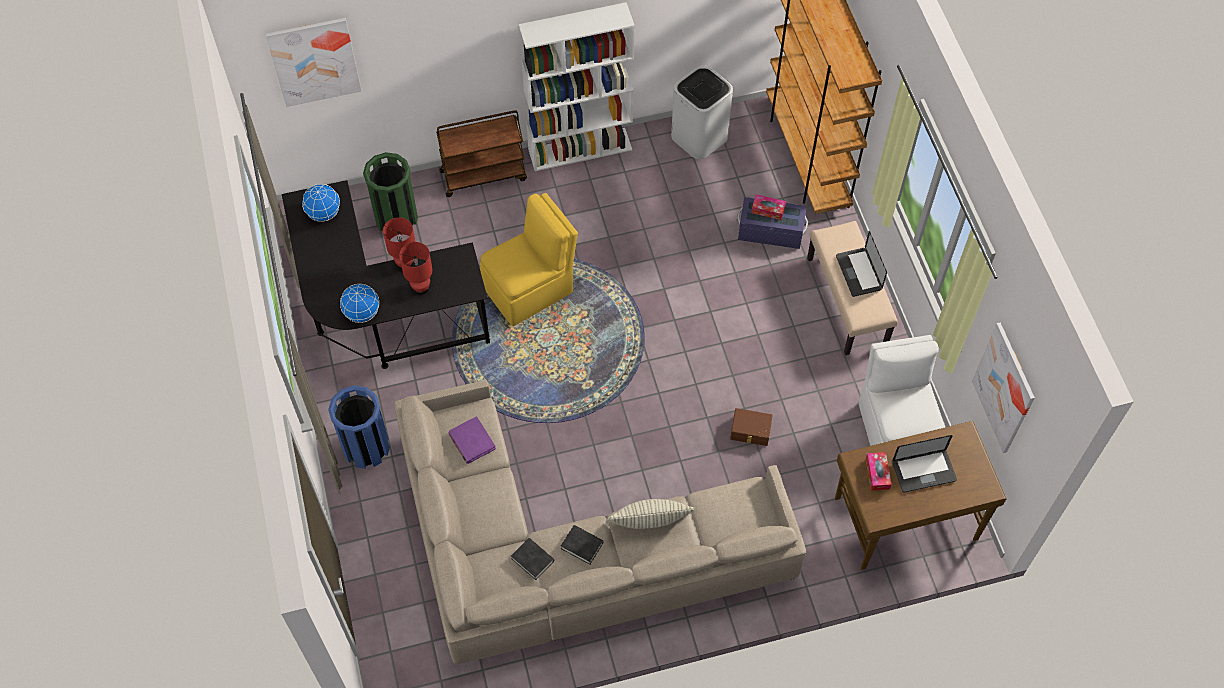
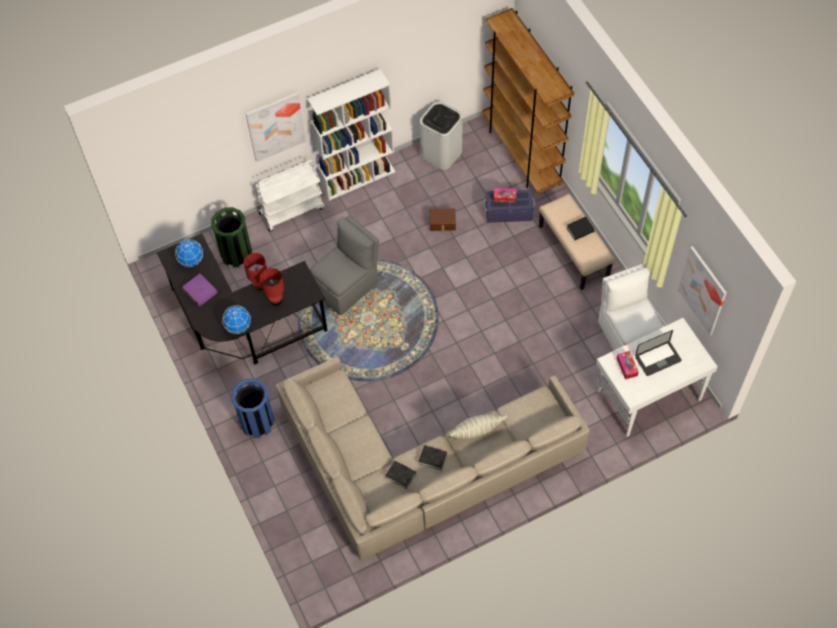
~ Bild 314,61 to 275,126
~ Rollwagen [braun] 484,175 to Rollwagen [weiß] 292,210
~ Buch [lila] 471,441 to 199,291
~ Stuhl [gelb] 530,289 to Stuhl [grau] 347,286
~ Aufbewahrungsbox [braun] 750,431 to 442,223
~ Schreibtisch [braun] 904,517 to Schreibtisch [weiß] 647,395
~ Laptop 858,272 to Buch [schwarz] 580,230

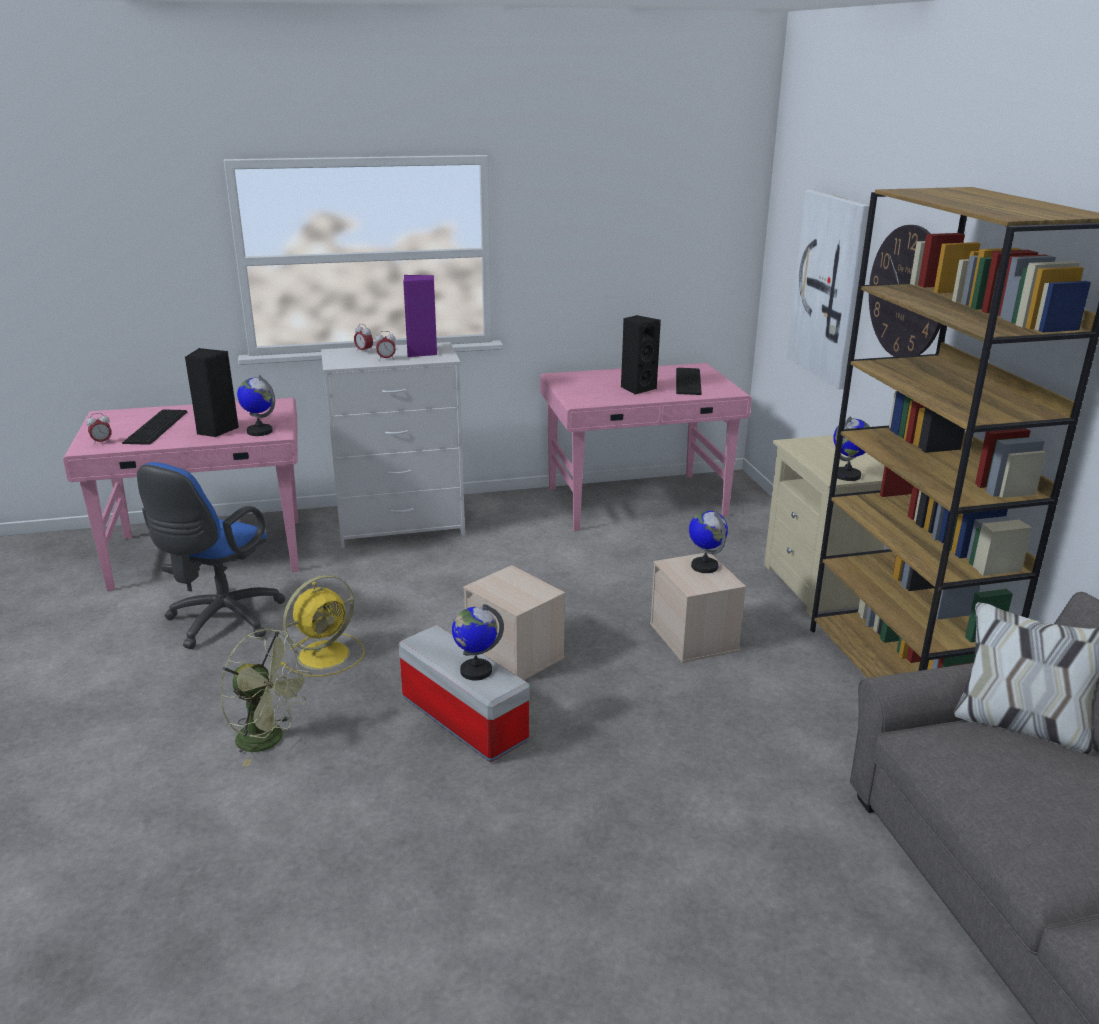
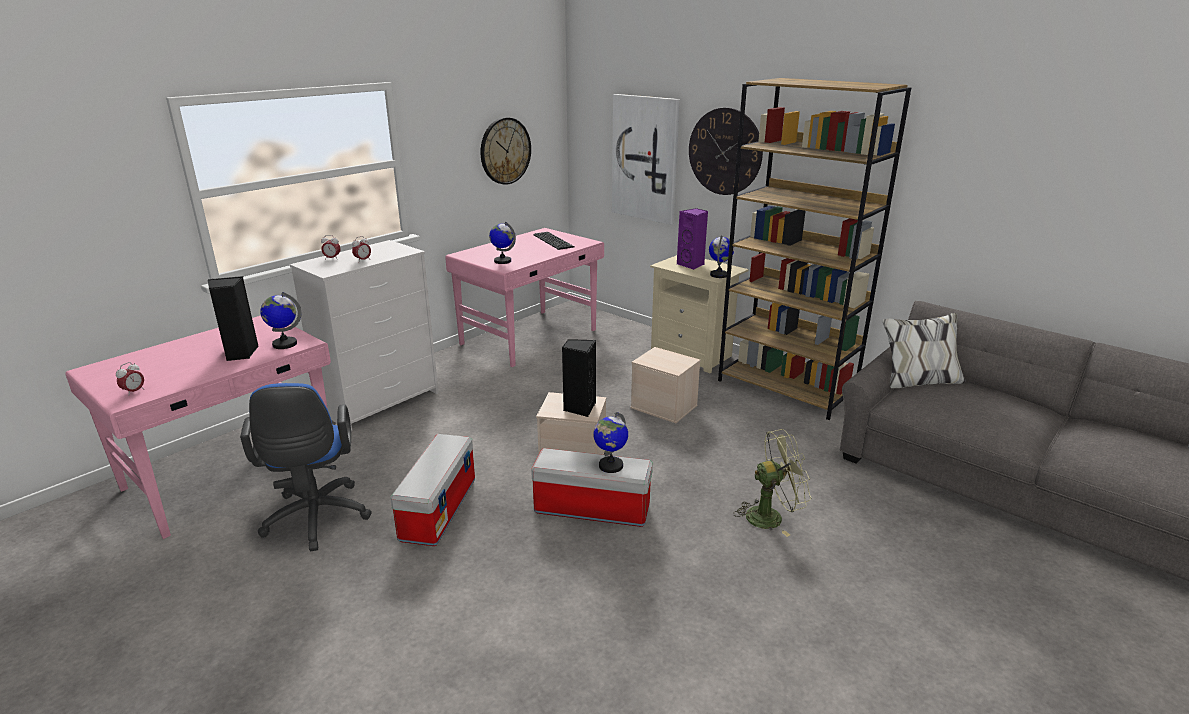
- Tastatur 158,427
~ Ventilator [grün] 269,740 to 771,516
~ Ventilator [gelb] 326,654 to Aufbewahrungsbox 438,508
~ Lautsprecher [lila] 422,352 to 691,265
~ Lautsprecher [schwarz] 637,388 to 579,408
~ Globus 704,566 to 502,261
+ Wanduhr 505,151

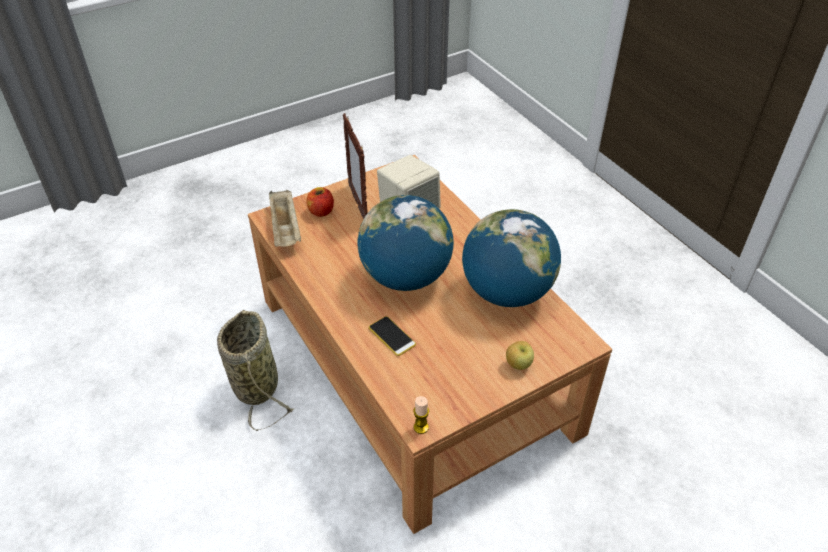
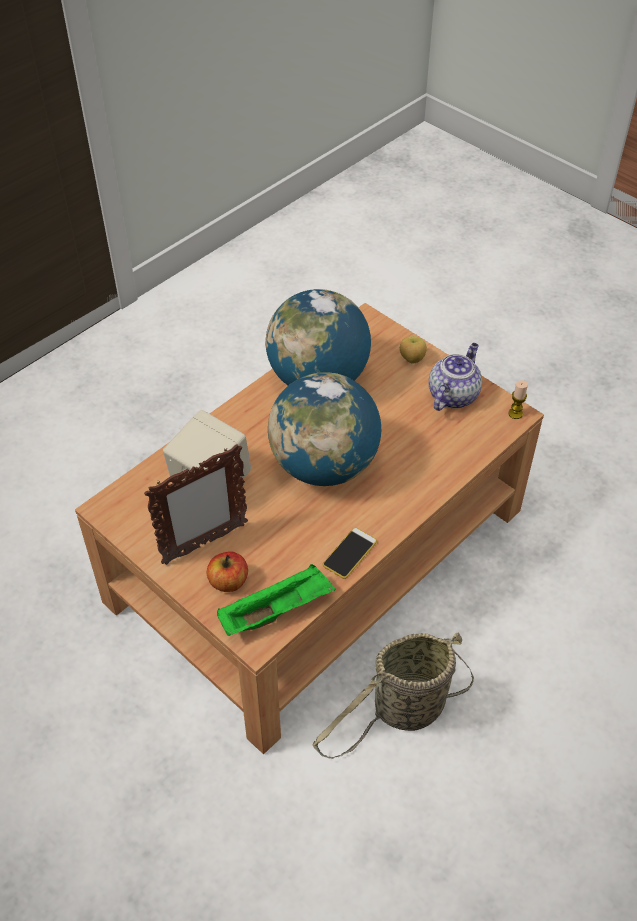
~ Tablett [beige] 286,229 to Tablett [grün] 277,610
~ Handy 392,336 to 349,553
+ Teekanne 453,395

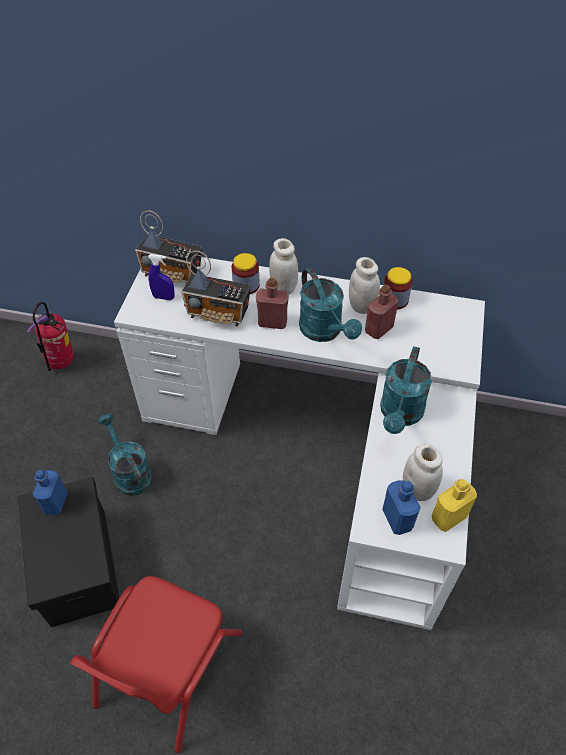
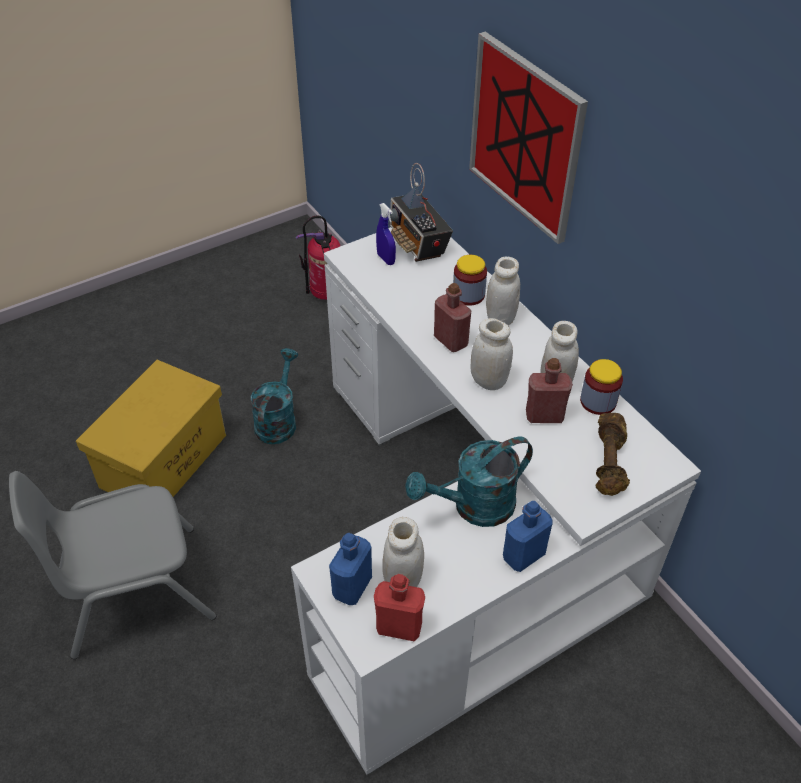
~ Aufbewahrungsbox [schwarz] 78,565 to Aufbewahrungsbox [gelb] 164,459
~ Flasche [blau] 56,502 to 523,555
~ Stuhl [rot] 167,668 to Stuhl [grau] 135,591
- Radio 219,313
~ Gießkanne [türkis] 325,331 to Vorratsglas [weiß] 488,381
~ Flasche [gelb] 448,517 to Flasche [rot] 399,627
+ Bild 525,137
+ Hantel [braun] 610,463

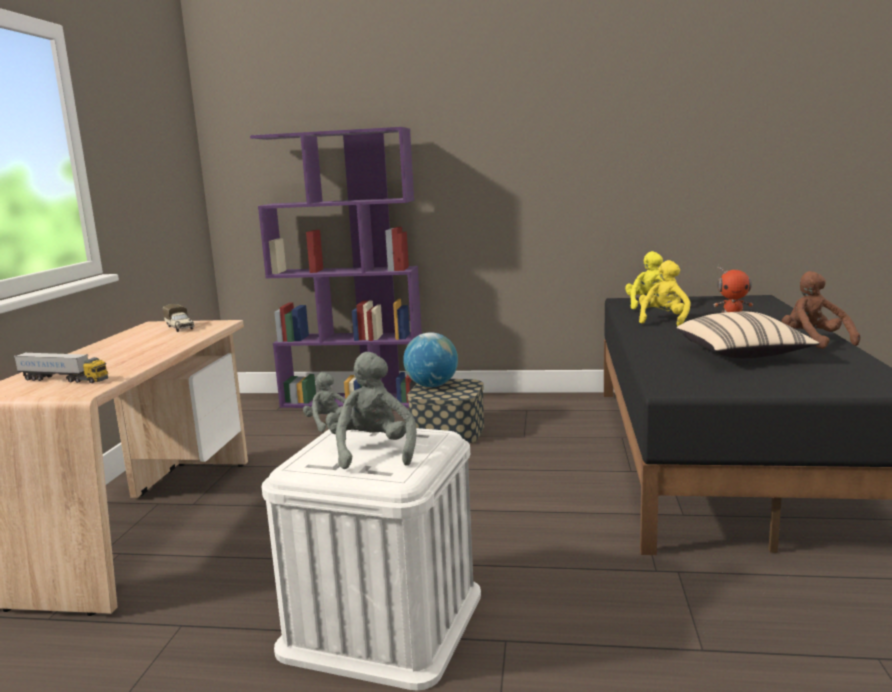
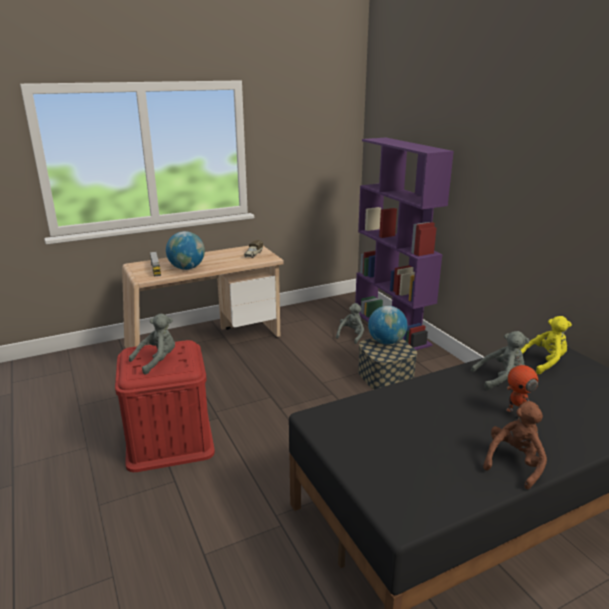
~ Aufbewahrungsbox [weiß] 383,621 to Aufbewahrungsbox [rot] 169,439
~ Plüschtier [gelb] 664,320 to Plüschtier [grau] 500,379
- Kissen [beige] 741,355
+ Globus 187,268

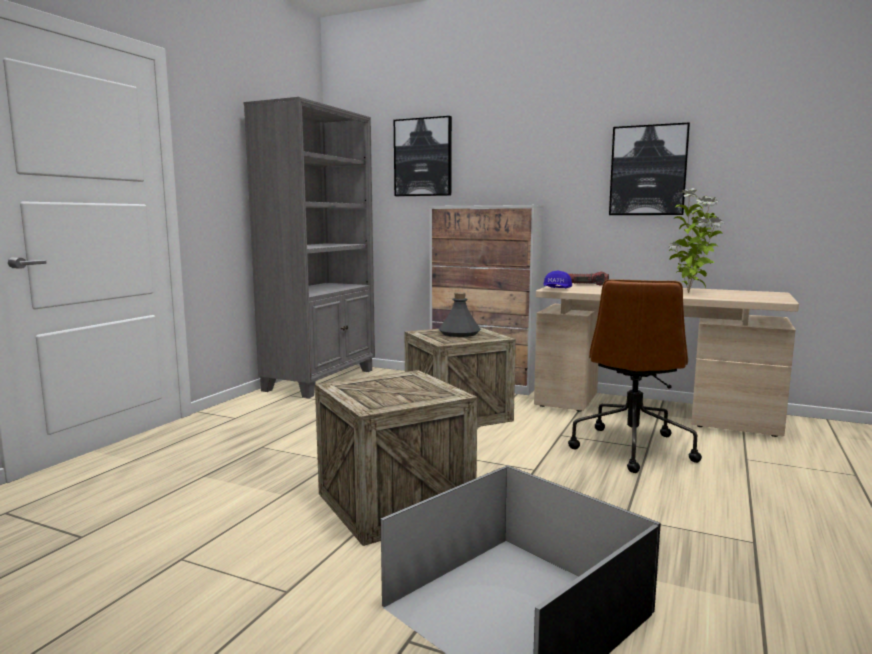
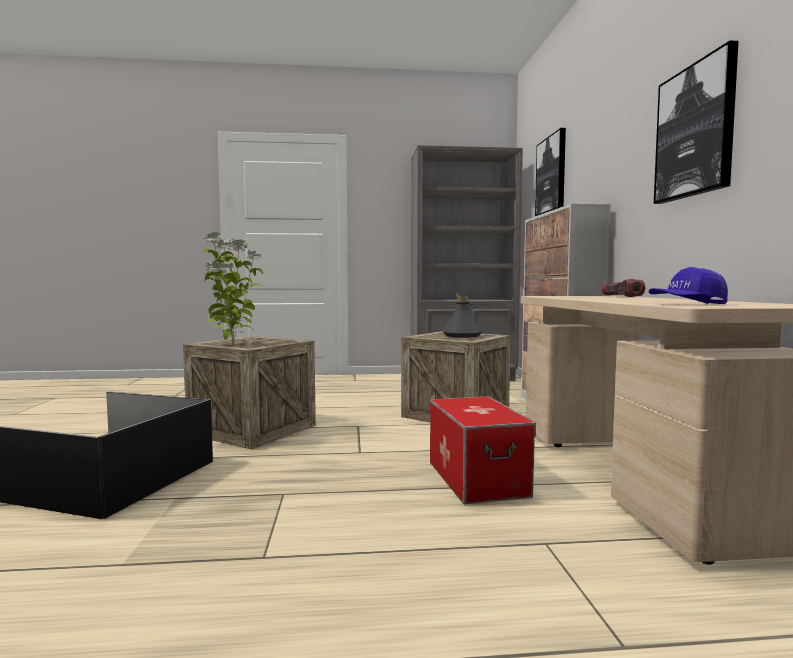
~ Kappe [blau] 556,290 to 687,304
~ Bürostuhl [braun] 631,448 to Aufbewahrungsbox 476,479
~ Topfpflanze 690,293 to 232,344

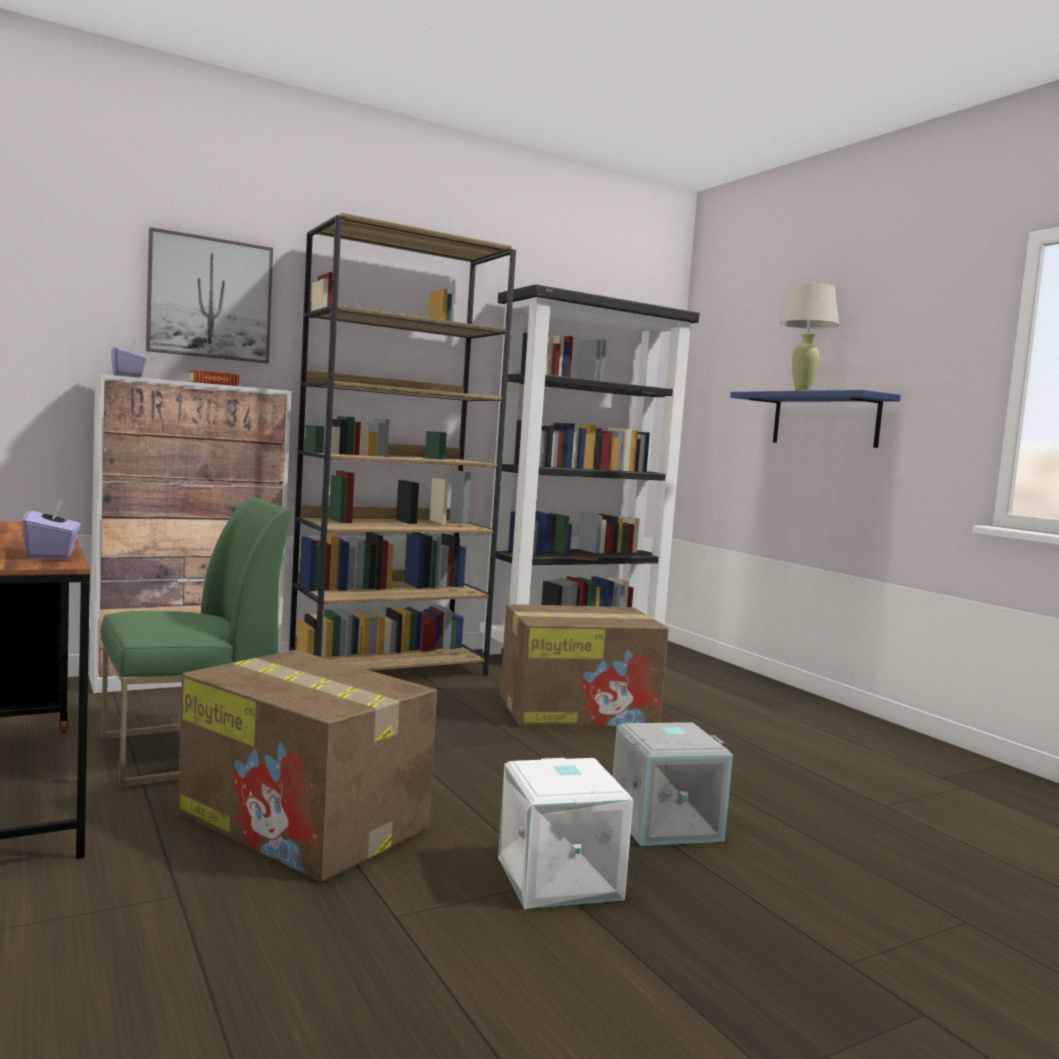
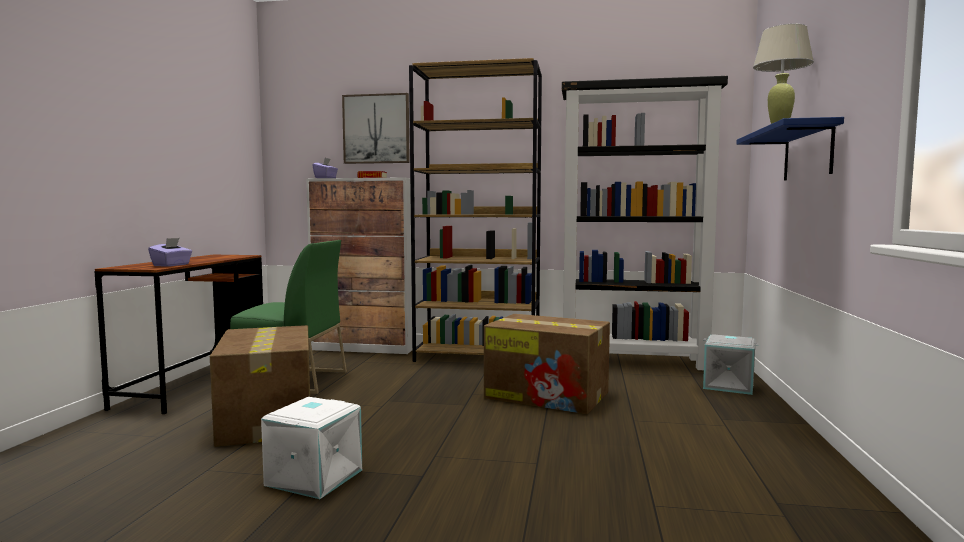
~ Aufbewahrungsbox [grau] 665,822 to 729,385

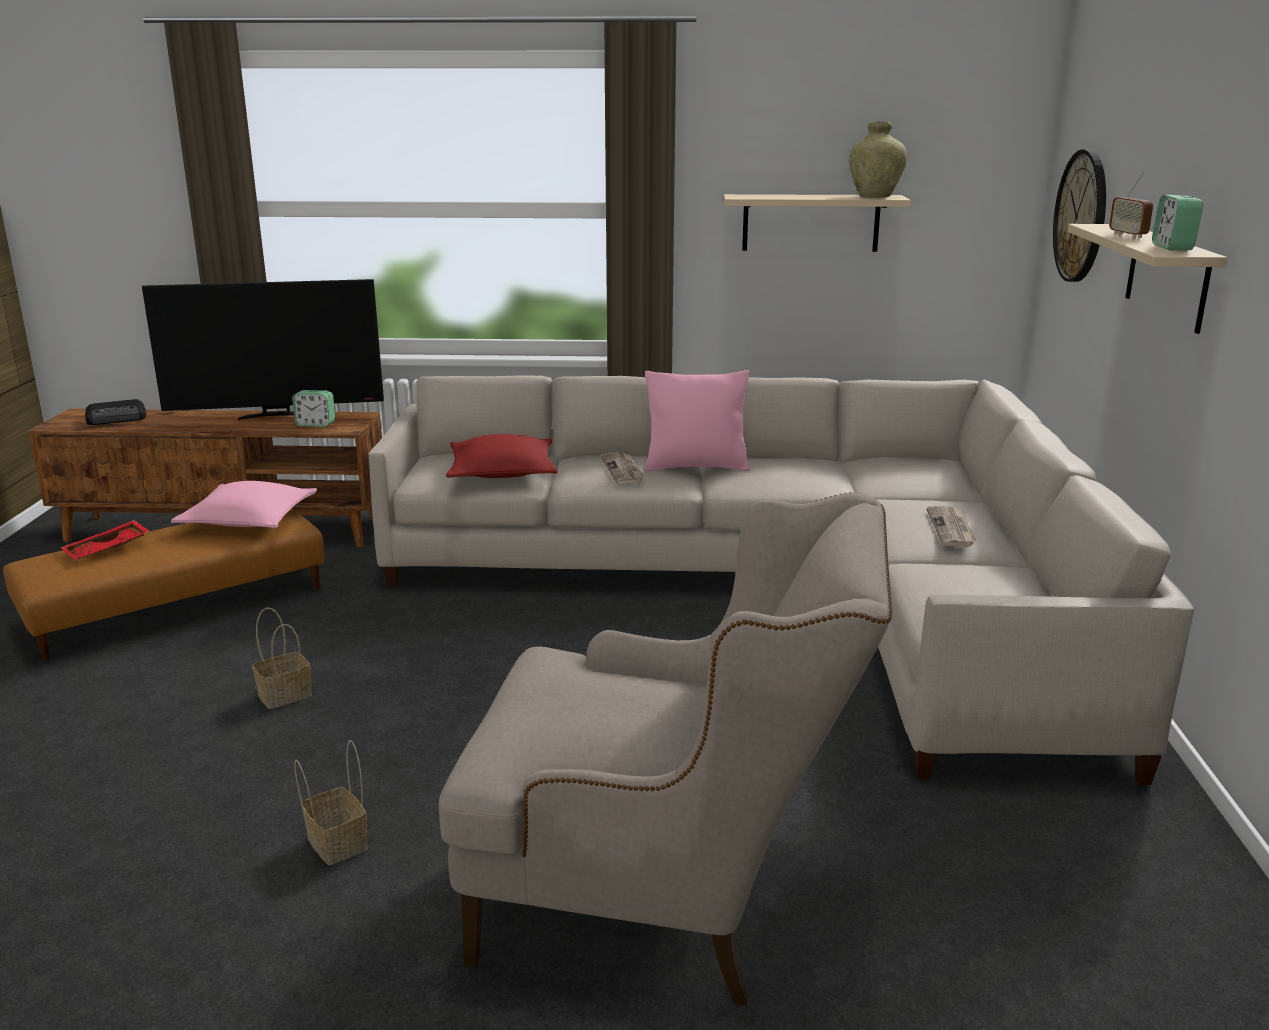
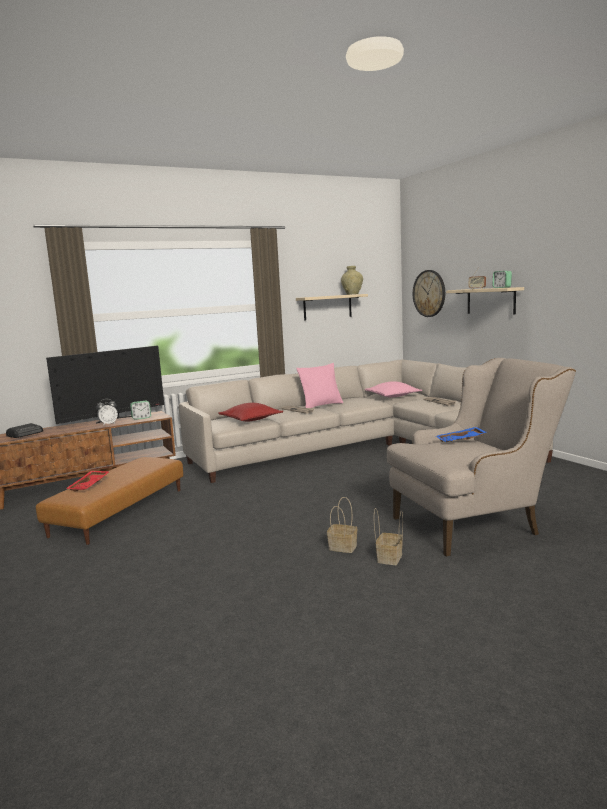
~ Kissen [rosa] 248,520 to 392,396
~ Korb 286,694 to 389,557
+ Wecker 108,424
+ Tablett [blau] 461,441

